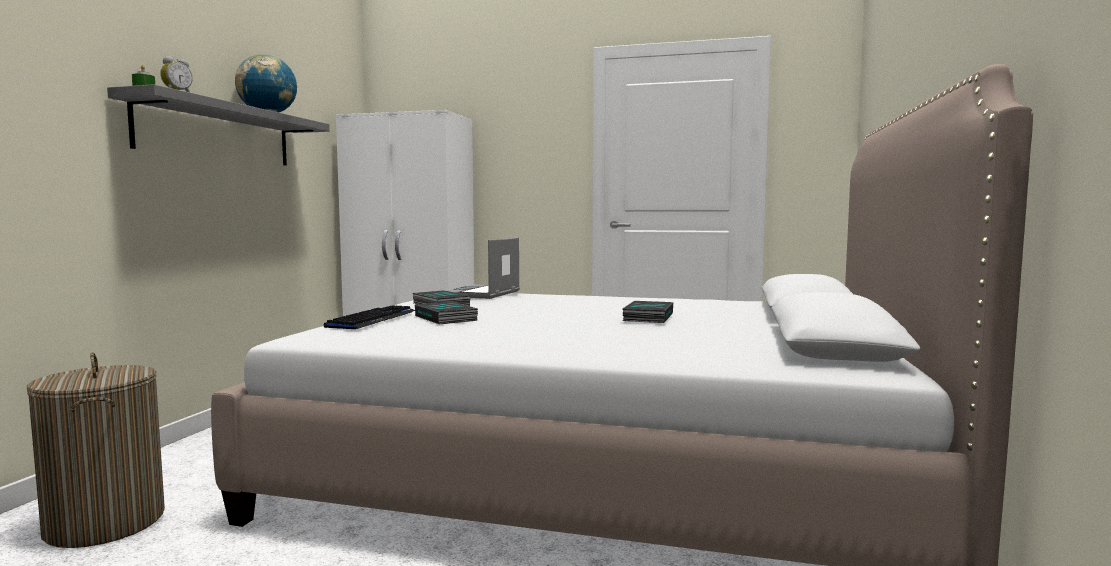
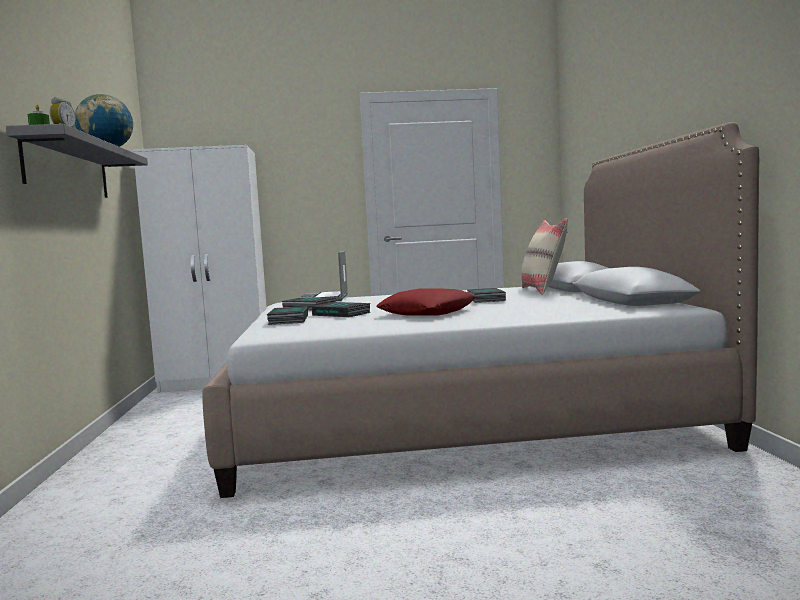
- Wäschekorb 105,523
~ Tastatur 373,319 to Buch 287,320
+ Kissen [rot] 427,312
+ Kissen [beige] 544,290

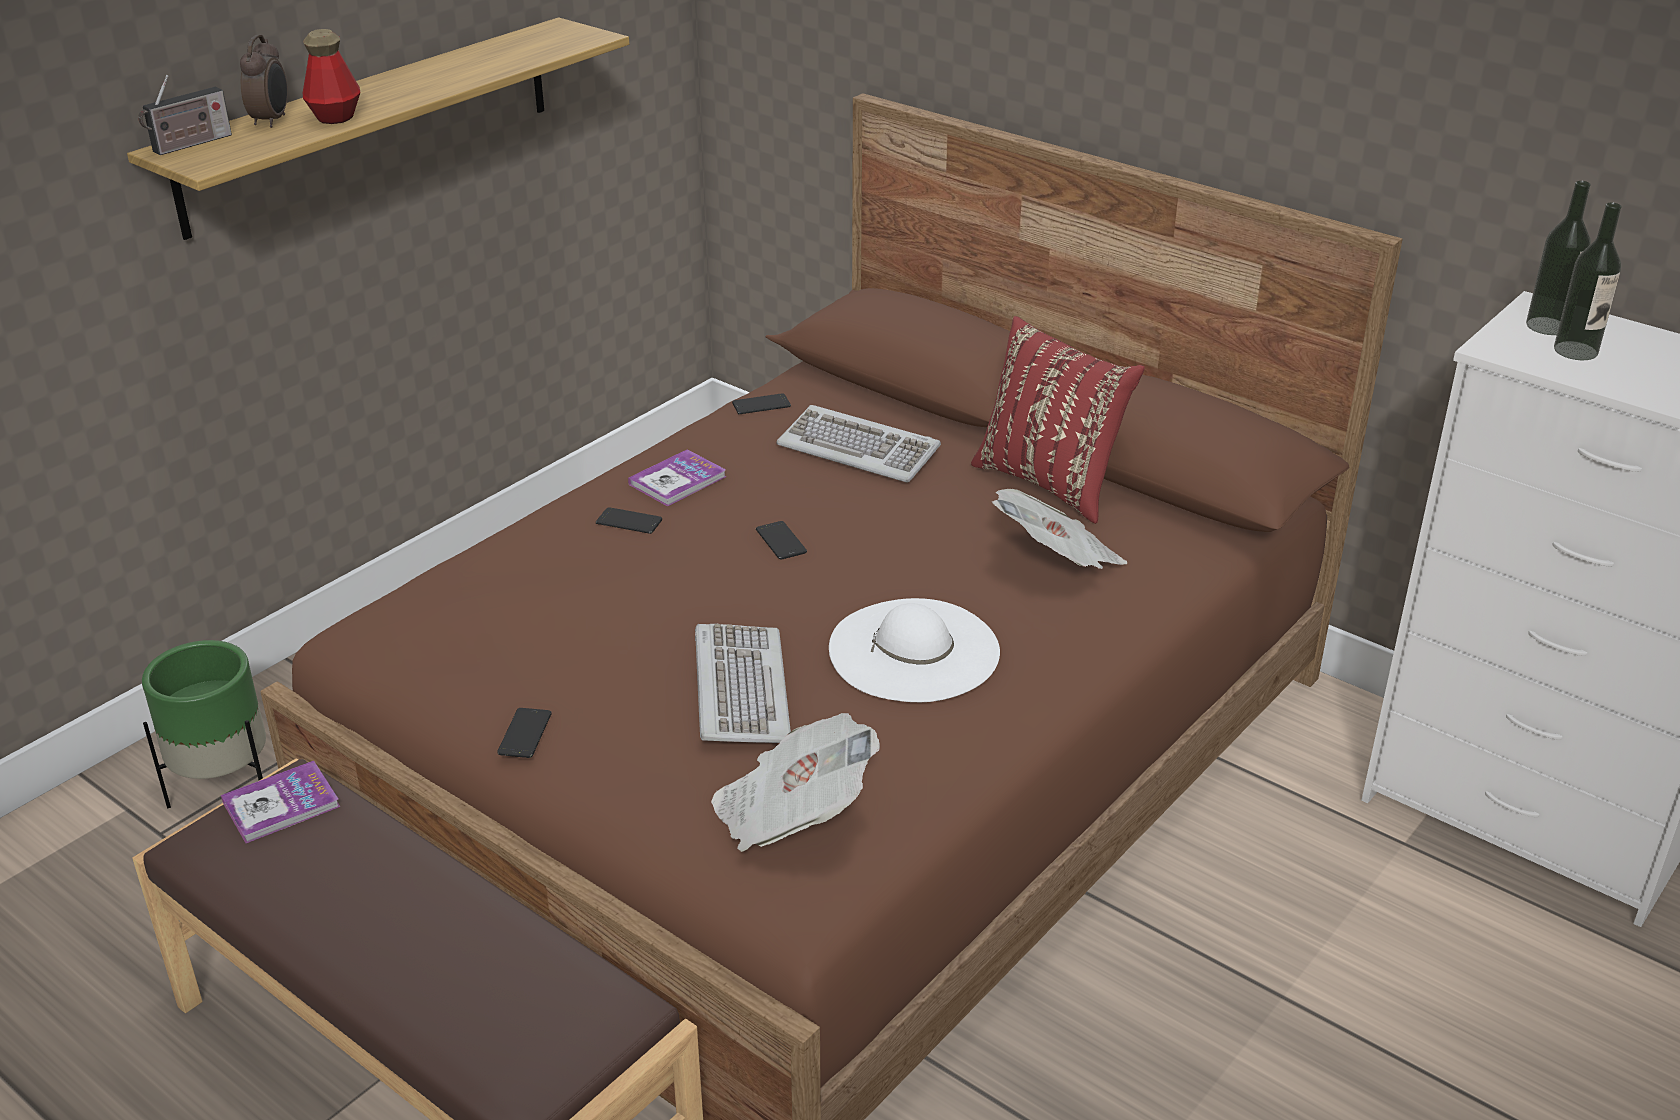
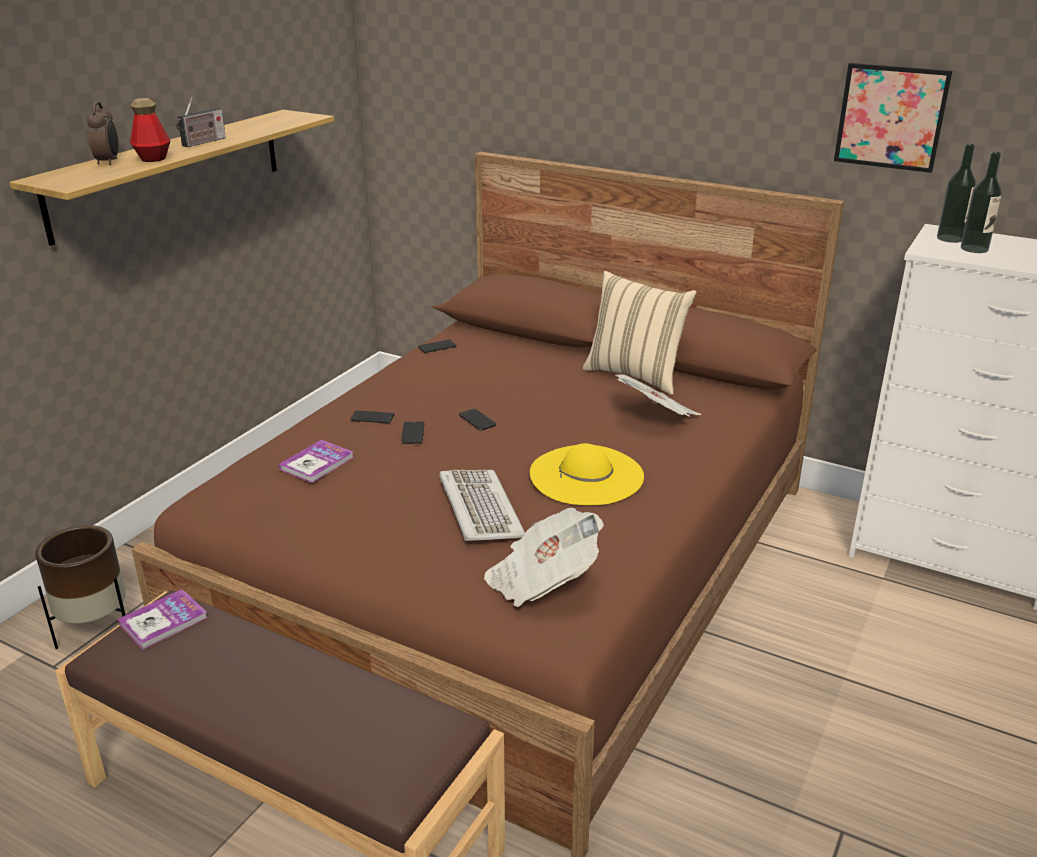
~ Radio 189,145 to 202,142
~ Pflanzkübel [grün] 226,787 to Pflanzkübel [braun] 97,630
~ Handy 524,733 to 413,433
~ Buch 677,480 to 317,463
- Tastatur 859,449
~ Hut [weiß] 914,650 to Hut [gelb] 586,475
~ Kissen [rot] 1051,482 to Kissen [beige] 635,375
+ Bild 891,117

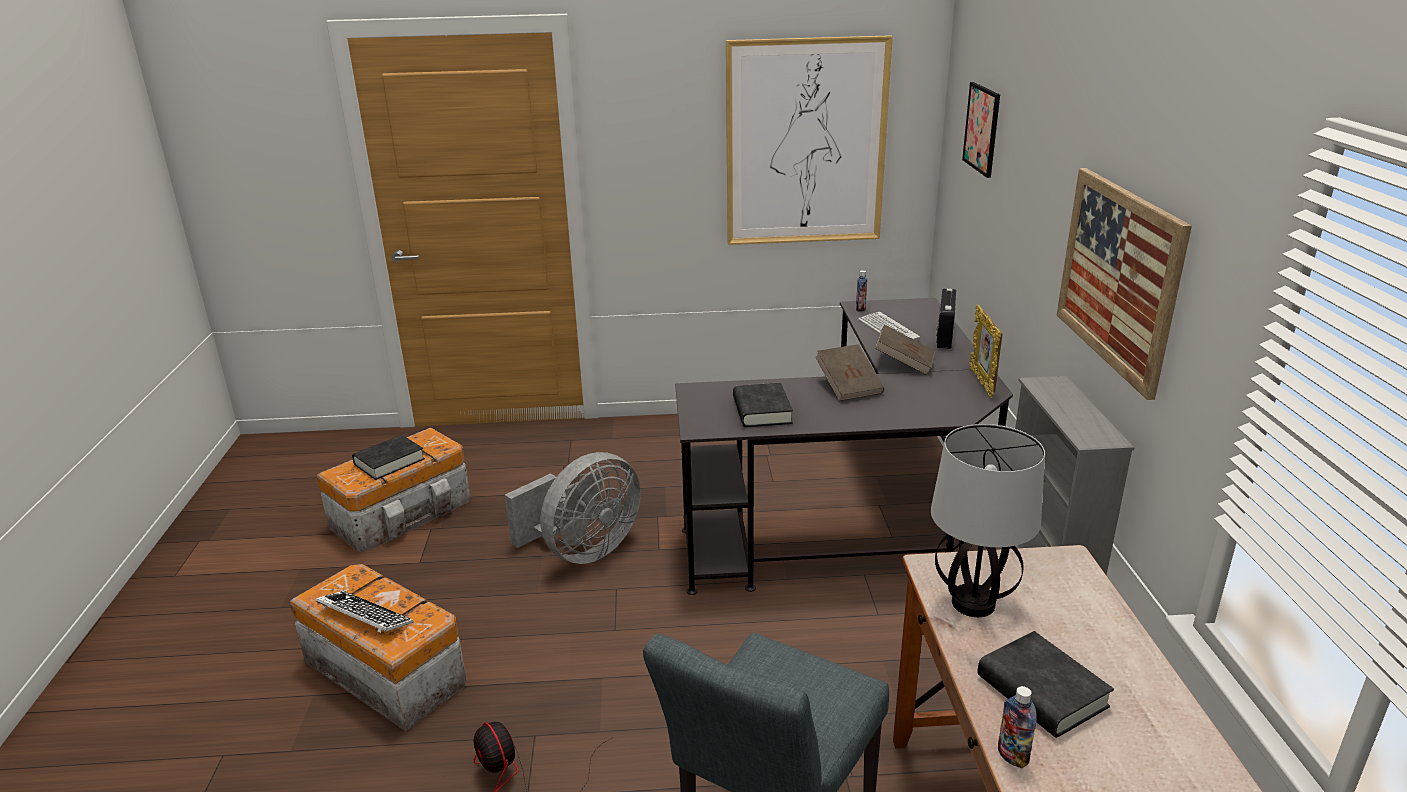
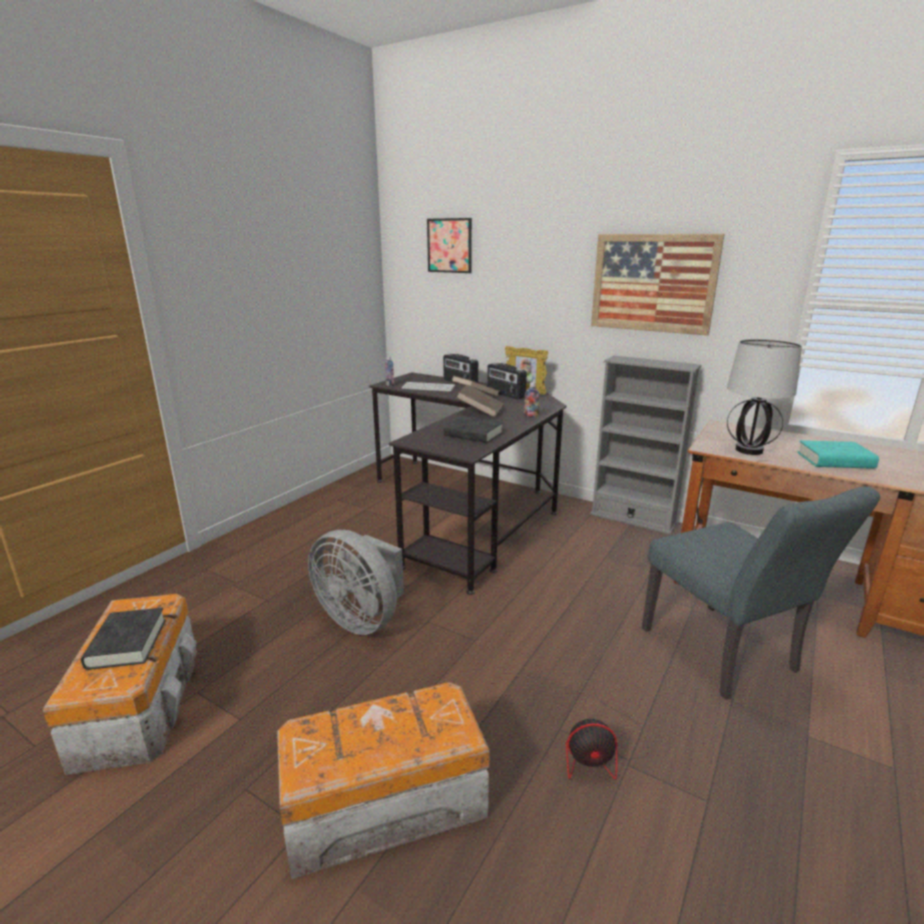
- Tastatur 364,617
~ Ventilator [grau] 583,551 = 362,618 135 degrees clockwise
- Bild 805,143
~ Buch [schwarz] 1041,691 to Buch [türkis] 835,460
~ Flasche 1012,756 to 531,416
+ Radio 505,394

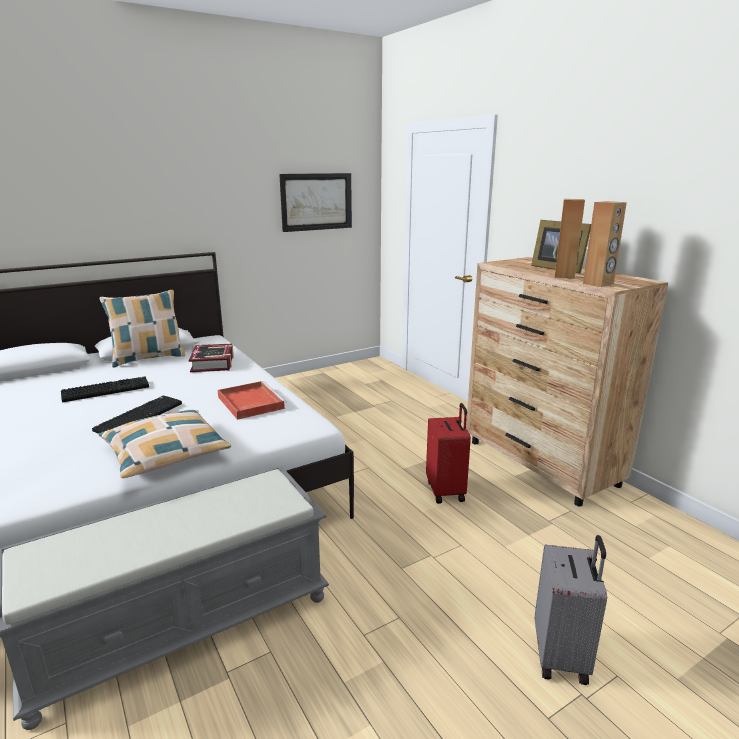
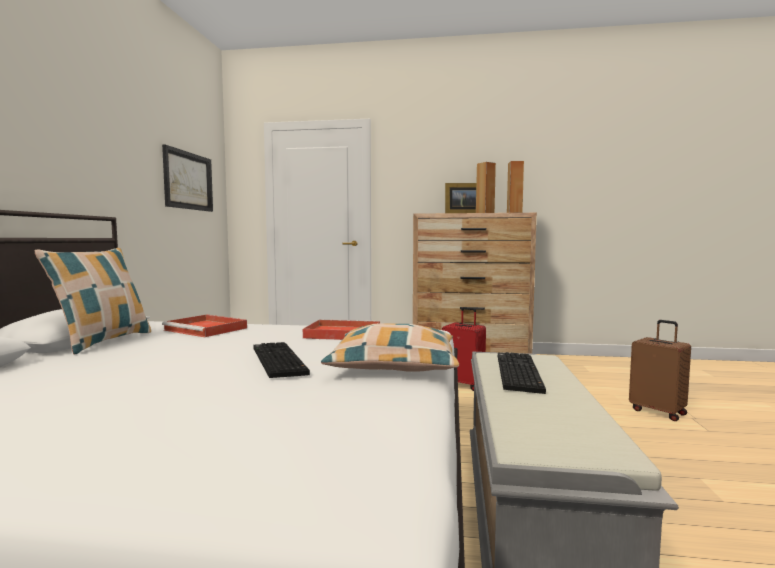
~ Tastatur 106,390 to 516,372
~ Buch 213,363 to Tablett [rot] 207,329
~ Koffer [grau] 562,655 to Koffer [braun] 658,412

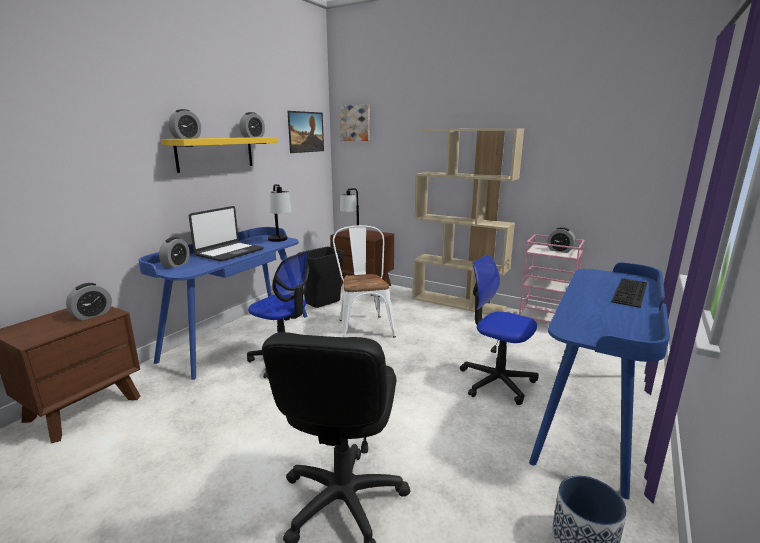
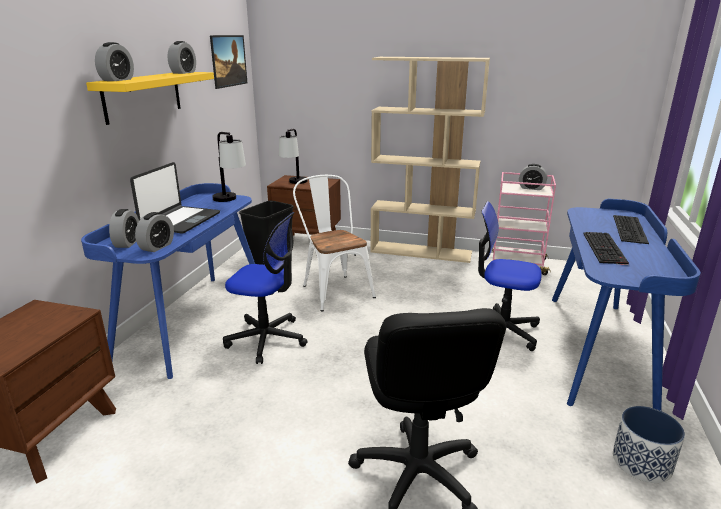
~ Wecker 92,315 to 157,247
- Bild 355,123
+ Tastatur 605,248

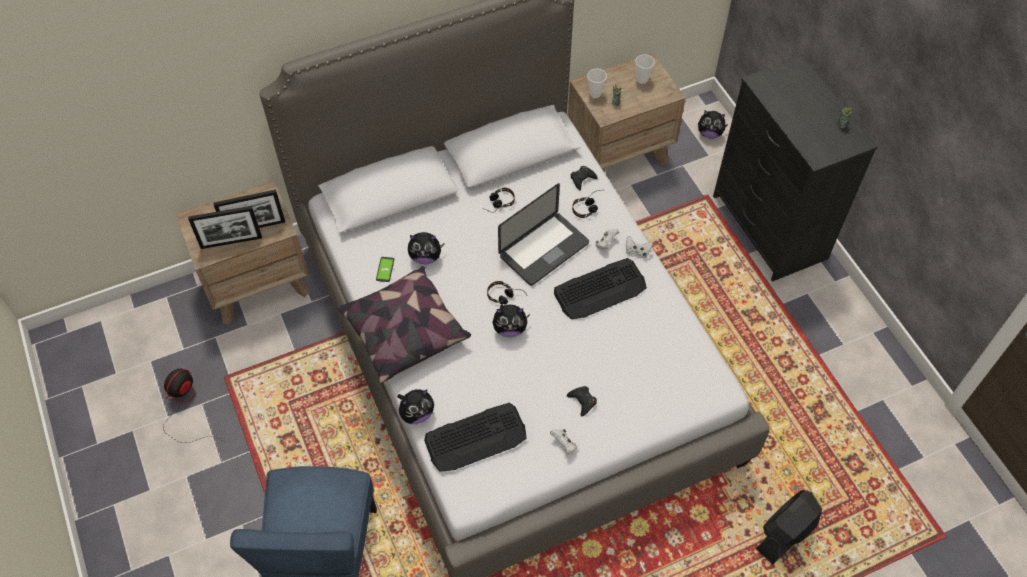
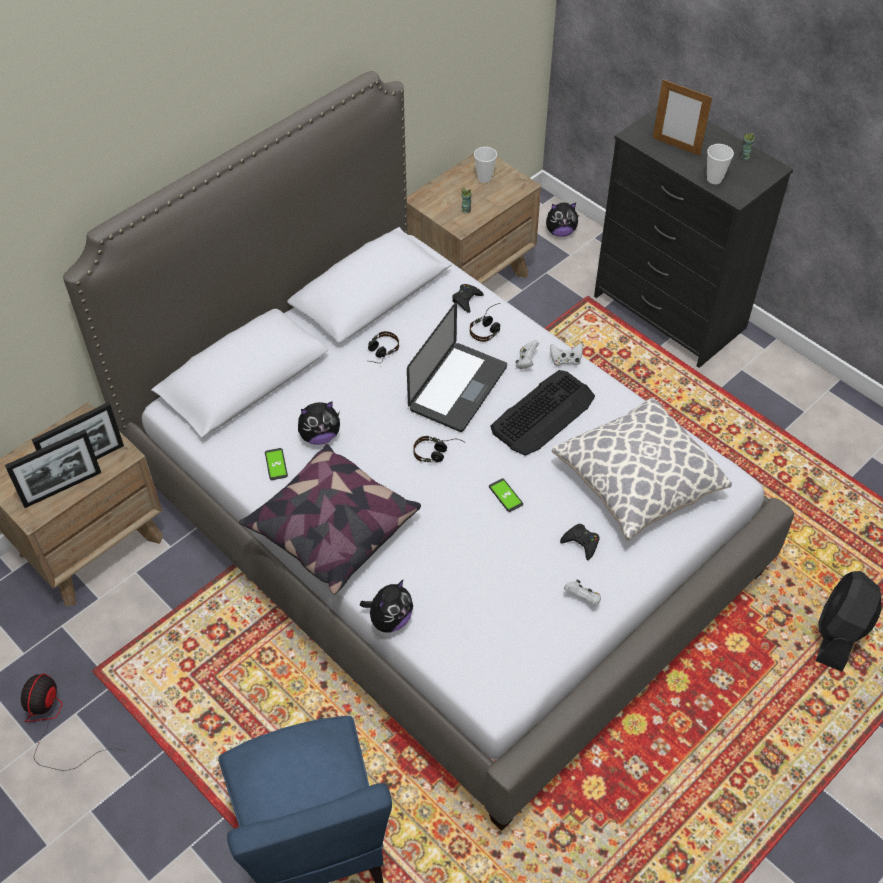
- Tastatur 476,438
- Plüschtier 510,329
~ Tasse 595,93 to 714,179
+ Handy 505,495
+ Kissen 637,483
+ Bilderrahmen 676,146

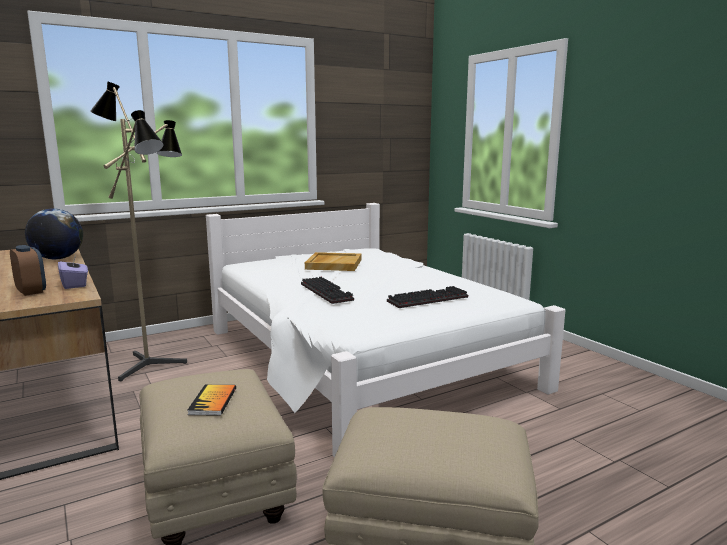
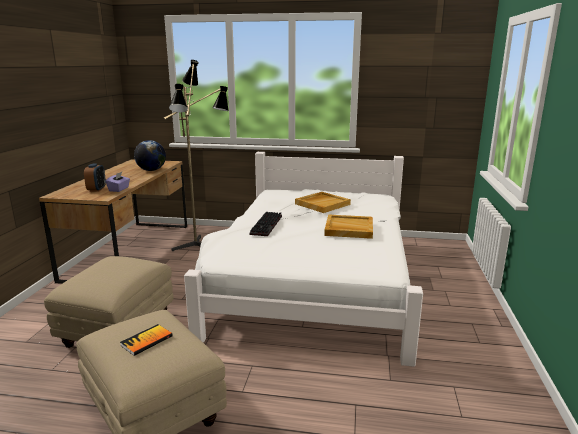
~ Buch 213,401 to 146,341
- Tastatur 428,299
+ Tablett [beige] 348,229

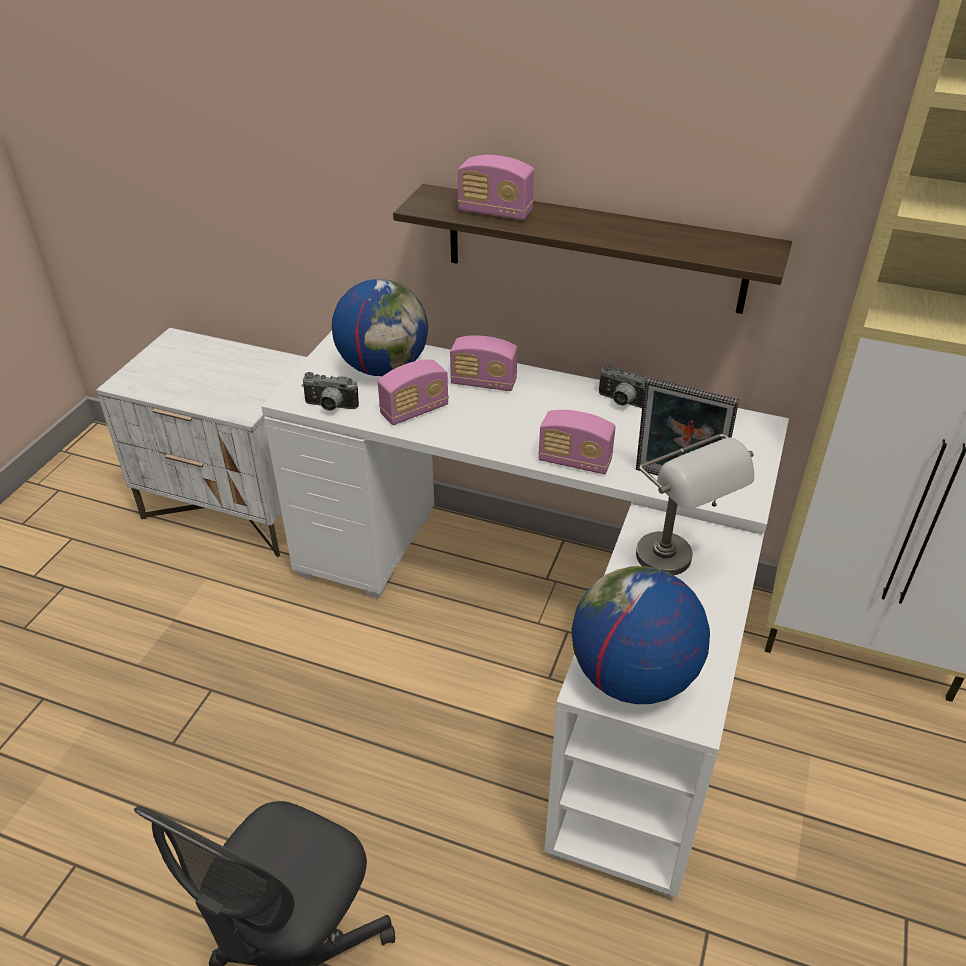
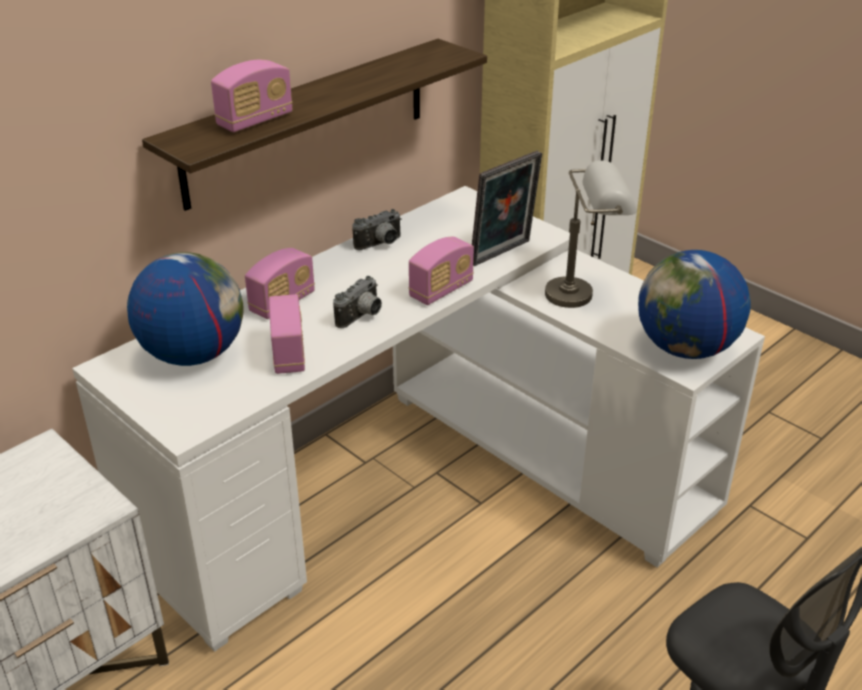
~ Kamera 330,407 to 362,317

